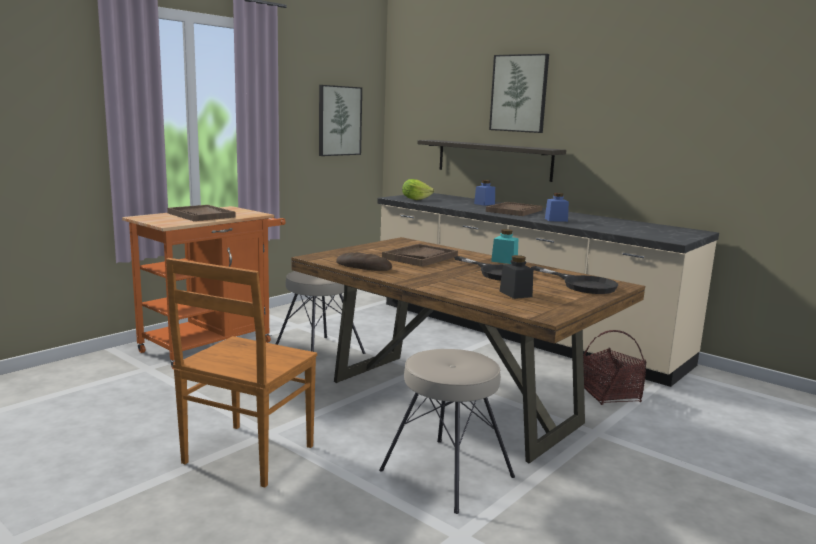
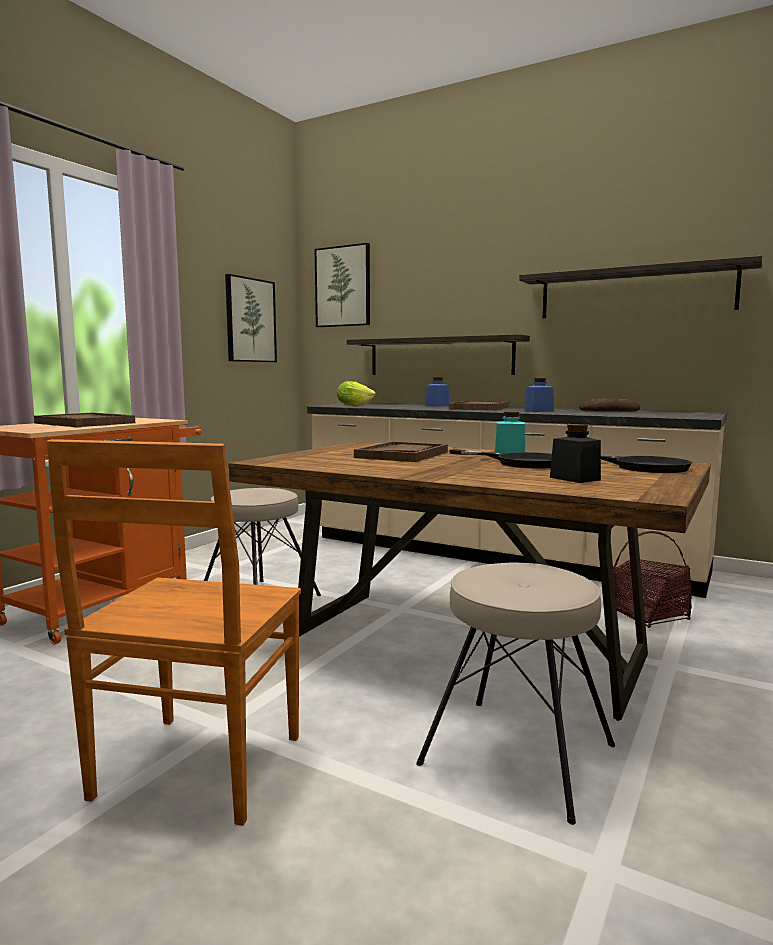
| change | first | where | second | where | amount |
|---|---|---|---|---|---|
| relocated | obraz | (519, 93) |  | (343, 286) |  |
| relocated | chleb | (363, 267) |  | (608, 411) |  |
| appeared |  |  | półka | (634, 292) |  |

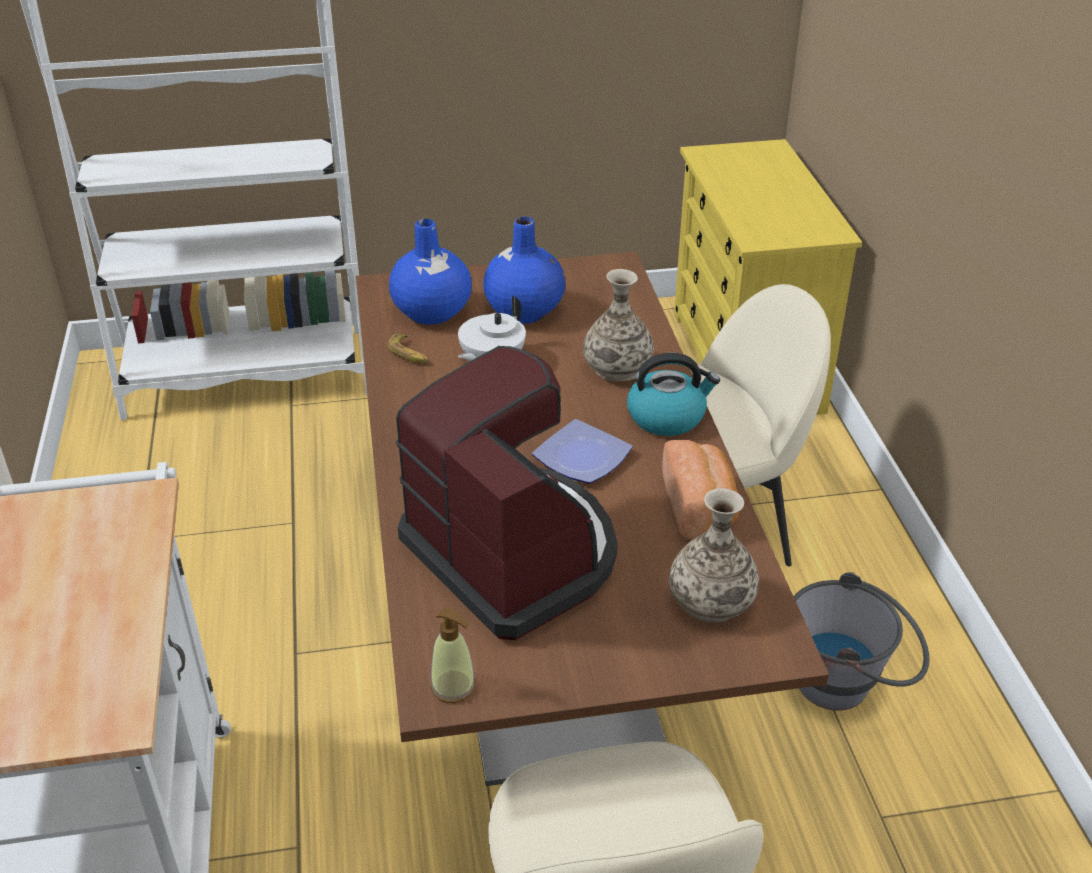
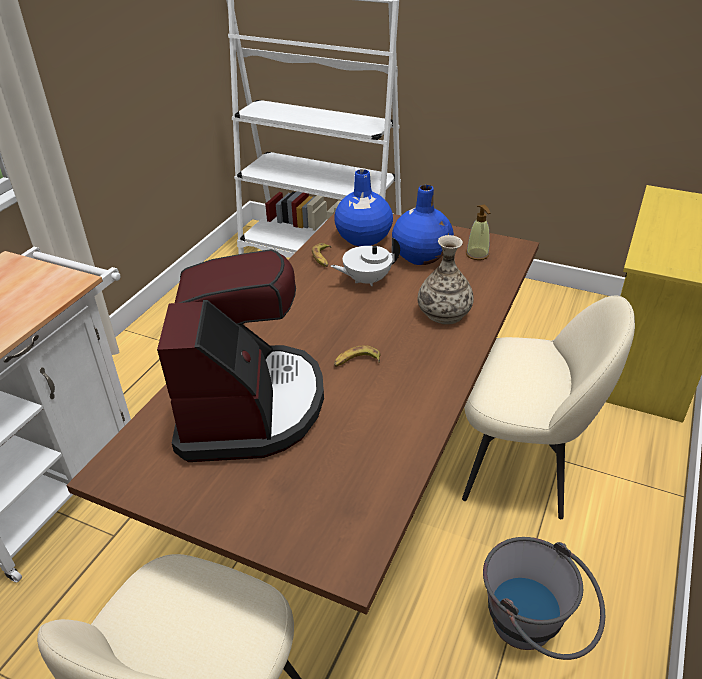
| change | first | where | second | where | amount |
|---|---|---|---|---|---|
| missing | czajnik | (667, 416) |  |  |  |
| exchanged | talerz | (580, 457) | banan | (356, 362) |  |
| missing | chleb | (700, 507) |  |  |  |
| missing | wazon | (711, 601) |  |  |  |
| relocated | dozownik mydła | (453, 687) |  | (477, 254) |  |

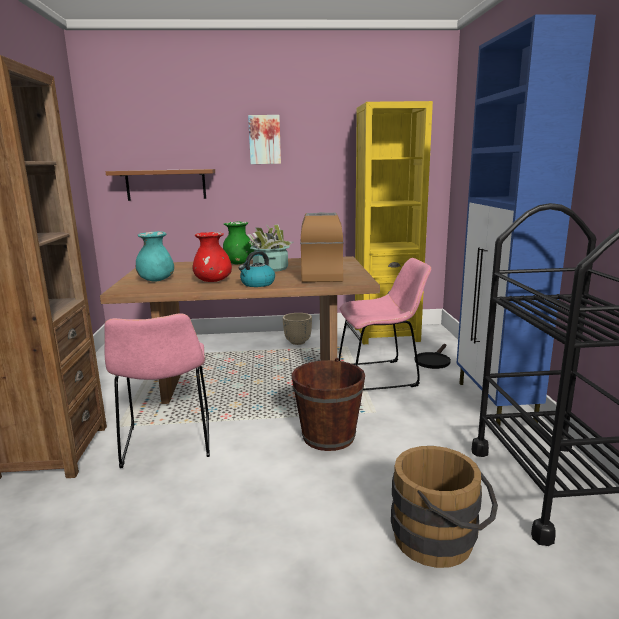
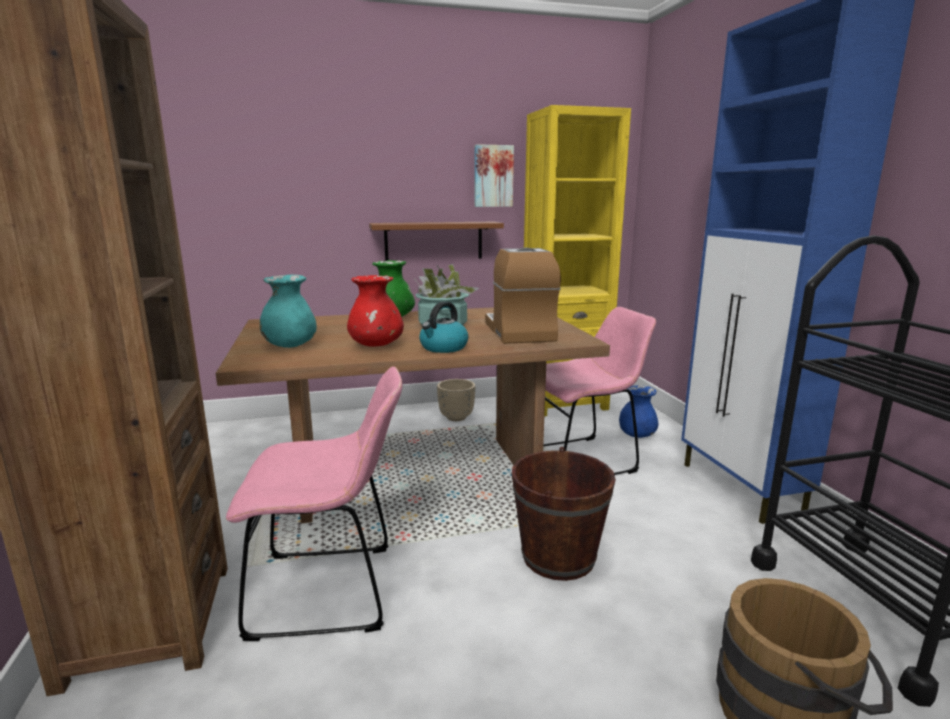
| change | first | where | second | where | amount |
|---|---|---|---|---|---|
| relocated | obraz | (264, 140) |  | (493, 176) |  |
| relocated | półka (brązowy) | (166, 184) |  | (433, 241) |  |
| spun | krzesło (różowy) | (168, 444) |  | (332, 590) | 75 degrees counterclockwise |
| exchanged | patelnia (czarny) | (433, 361) | wazon (niebieski) | (637, 435) |  |

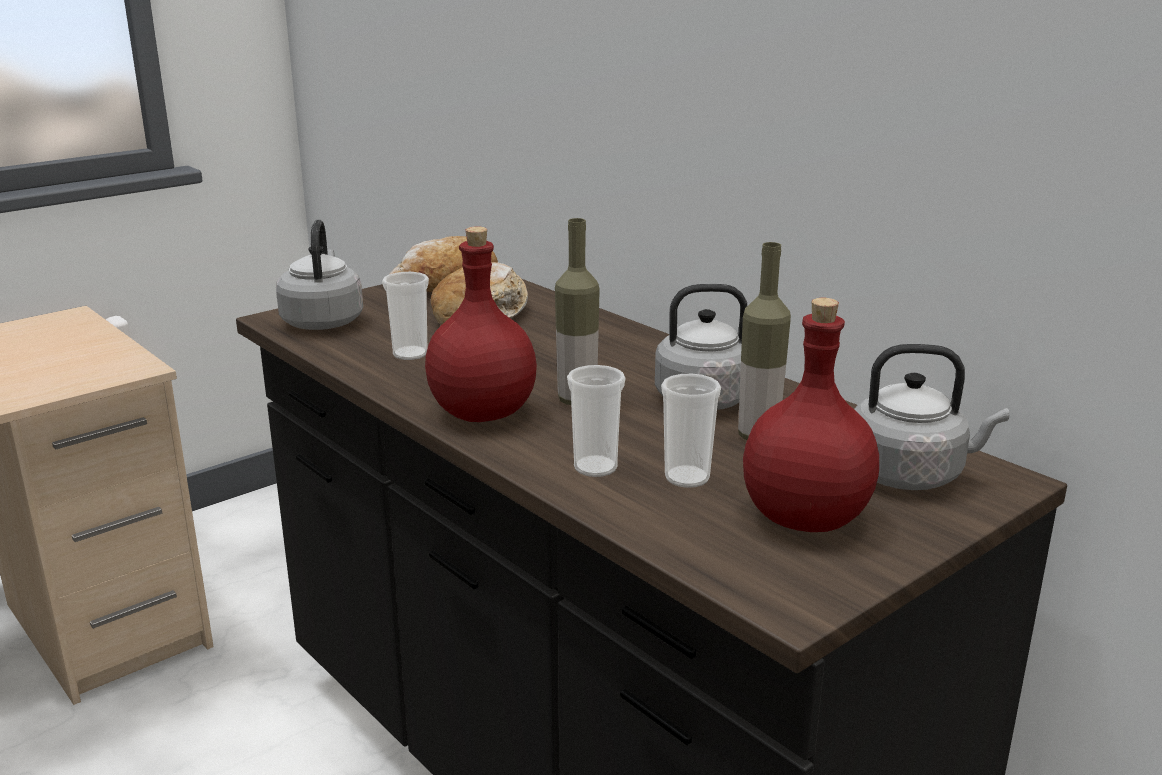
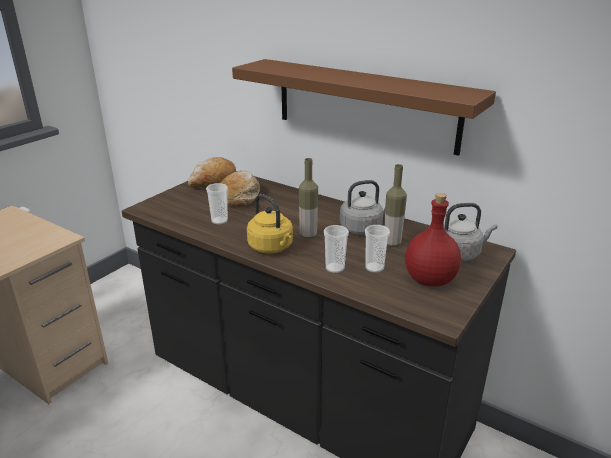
| change | first | where | second | where | amount |
|---|---|---|---|---|---|
| missing | czajnik (szary) | (323, 321) |  |  |  |
| exchanged | butelka (czerwony) | (484, 413) | czajnik (żółty) | (272, 247) |  |
| appeared |  |  | półka (brązowy) | (365, 104) |  |

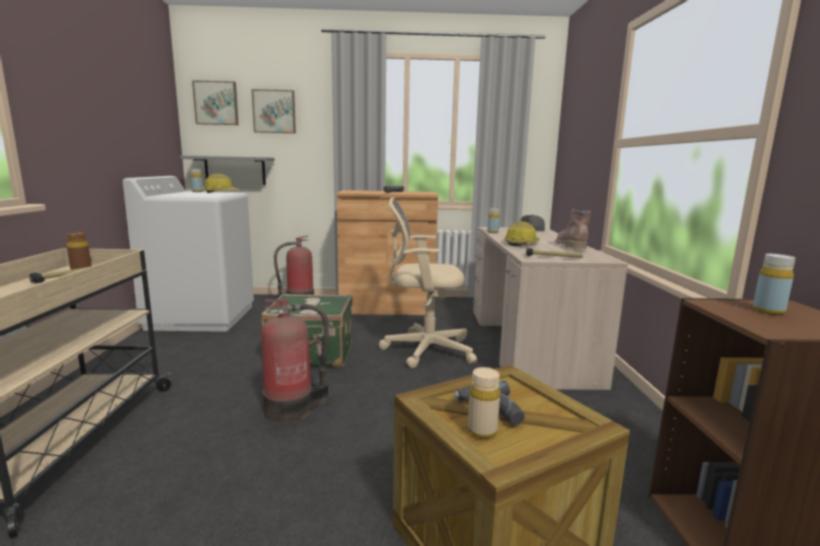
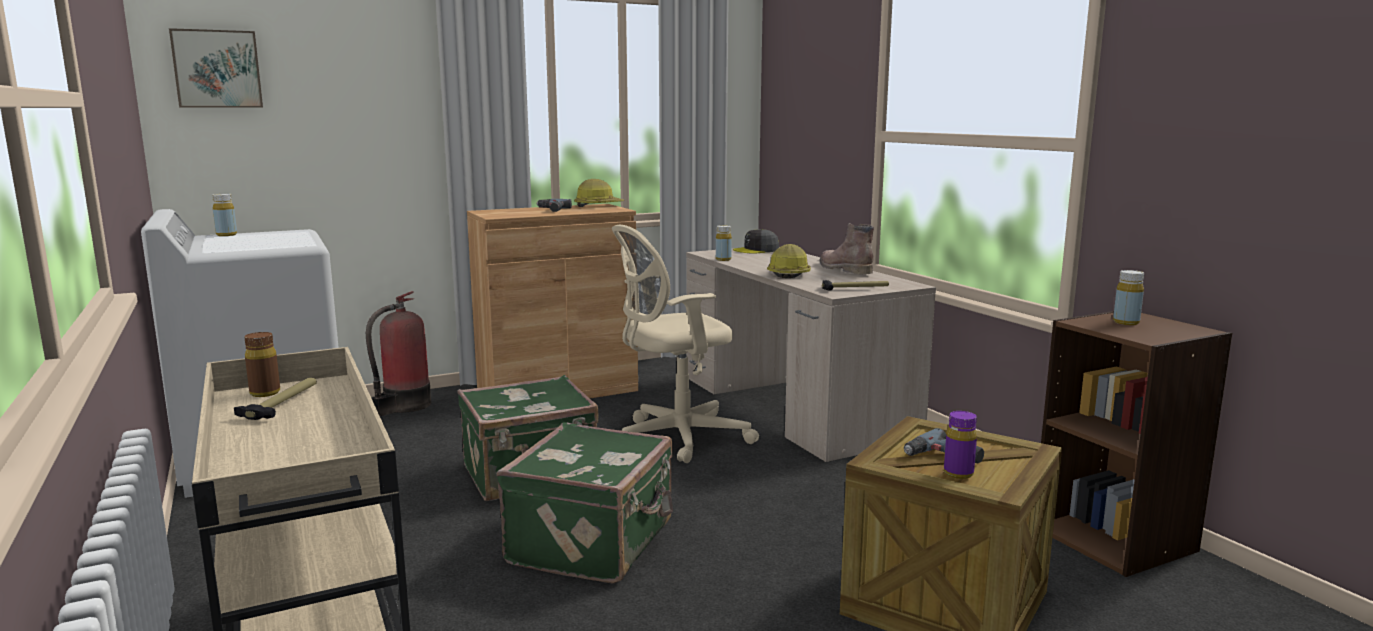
| change | first | where | second | where | amount |
|---|---|---|---|---|---|
| missing | obraz | (274, 111) |  |  |  |
| missing | półka (szary) | (235, 170) |  |  |  |
| relocated | kask | (222, 193) |  | (598, 205) |  |
| exchanged | gaśnica | (293, 409) | walizka (zielony) | (594, 543) |  |
| colour | butelka (beżowy) | (482, 431) | butelka (fioletowy) | (958, 473) |  |

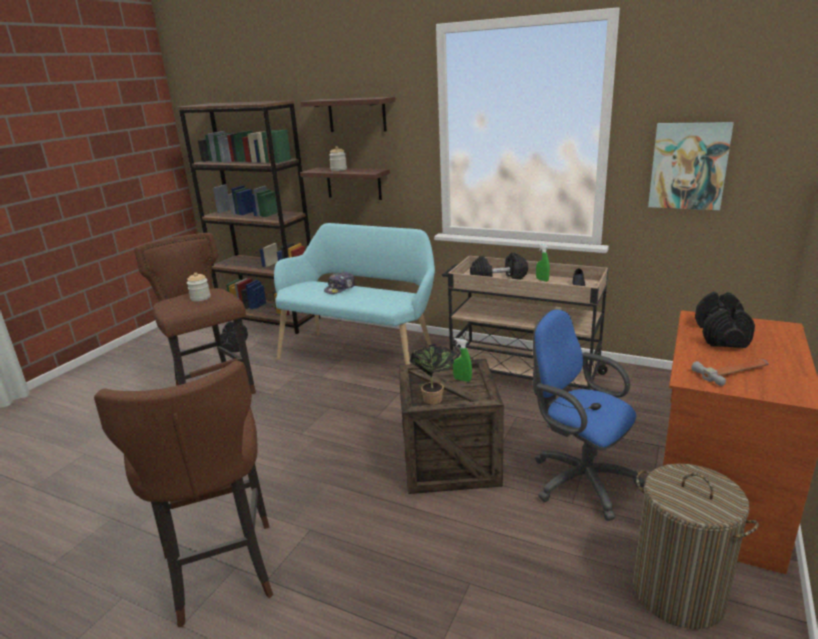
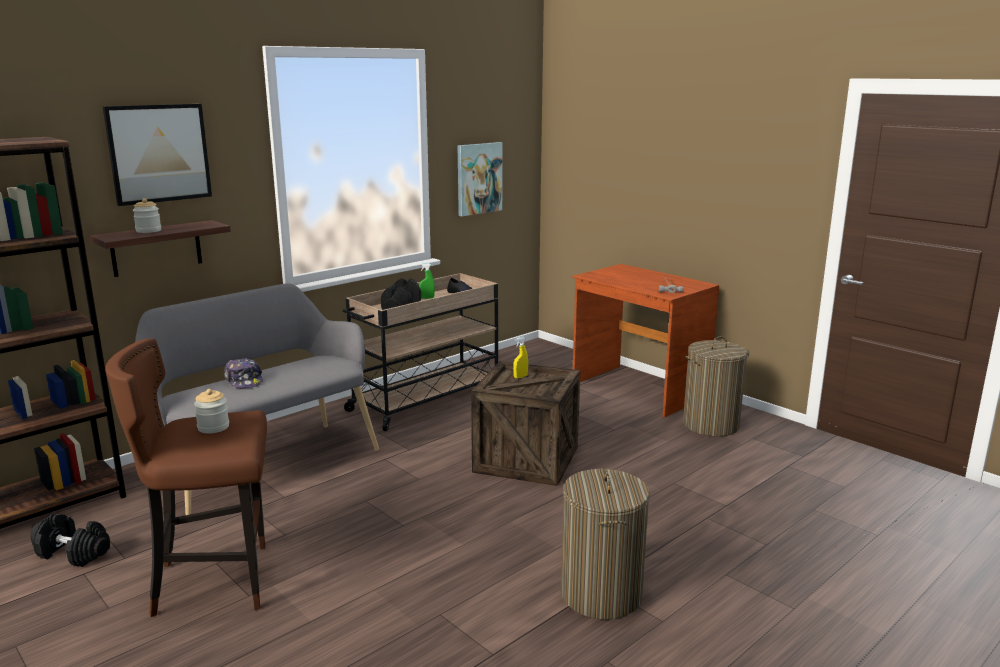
| change | first | where | second | where | amount |
|---|---|---|---|---|---|
| exchanged | półka | (357, 115) | obraz | (159, 153) |  |
| colour | ławka (turkusowy) | (361, 354) | ławka (szary) | (264, 463) |  |
| missing | hantel (czarny) | (720, 335) |  |  |  |
| missing | krzesło biurowe (niebieski) | (578, 480) |  |  |  |
| colour | spryskiwacz (zielony) | (462, 379) | spryskiwacz (żółty) | (520, 377) |  |
| missing | roślina doniczkowa | (434, 398) |  |  |  |
| exchanged | stołek (brązowy) | (221, 570) | kosz na pranie | (601, 594) |  |

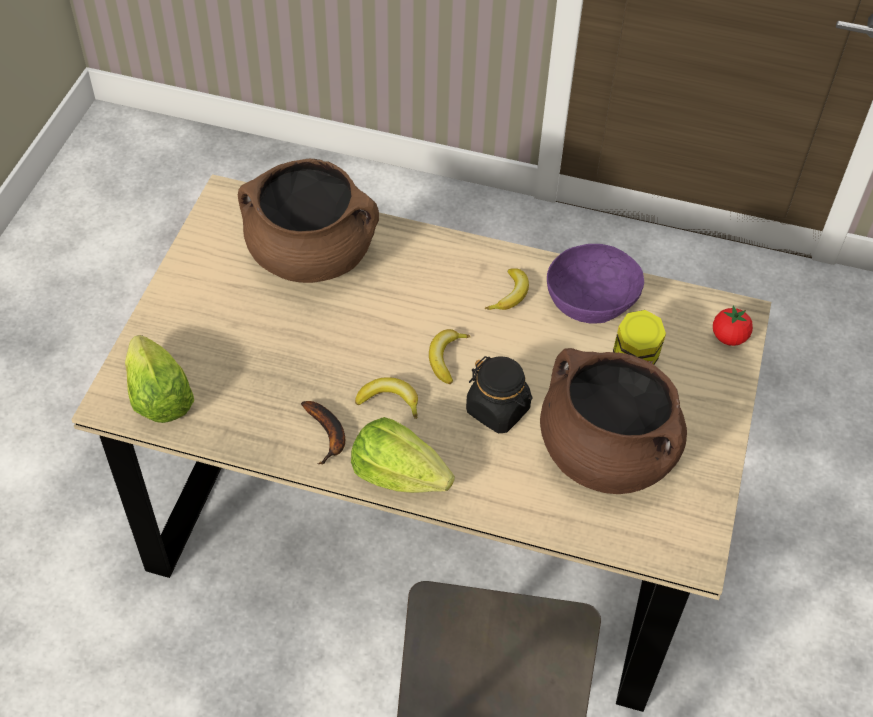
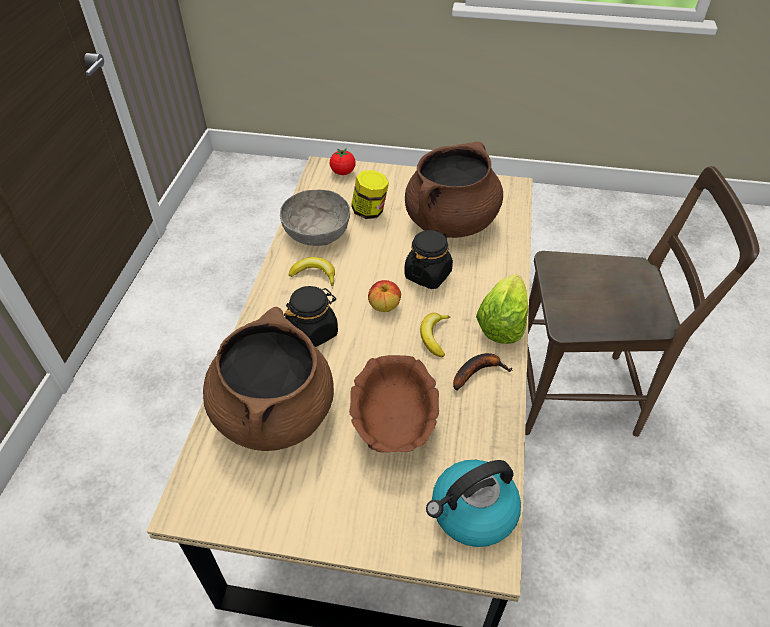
| change | first | where | second | where | amount |
|---|---|---|---|---|---|
| colour | miska (fioletowy) | (591, 301) | miska (szary) | (316, 232) |  |
| exchanged | banan | (446, 358) | jabłko | (384, 306) |  |
| exchanged | sałata | (159, 397) | czajnik | (472, 512) |  |
| appeared |  |  | słoik (czarny) | (312, 332) |  |
| appeared |  |  | miska (brązowy) | (394, 424) |  |

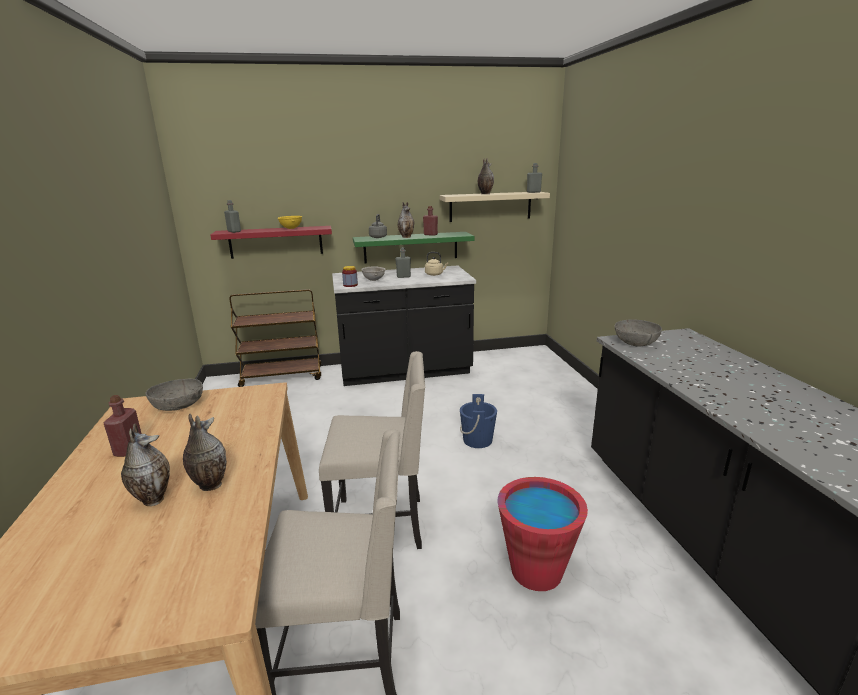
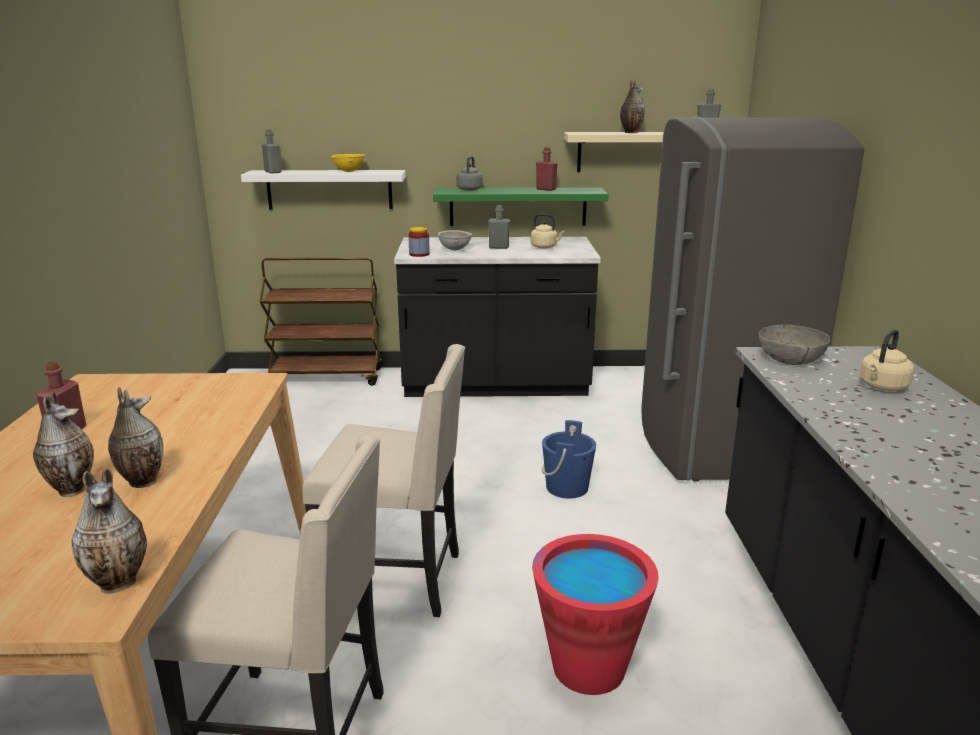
| change | first | where | second | where | amount |
|---|---|---|---|---|---|
| relocated | wazon | (406, 237) |  | (120, 582) |  |
| colour | półka (czerwony) | (276, 242) | półka (biały) | (329, 189) |  |
| missing | miska (szary) | (178, 405) |  |  |  |
| appeared |  |  | lodówka (szary) | (713, 444) |  |
| appeared |  |  | czajnik (beżowy) | (882, 387) |  |

